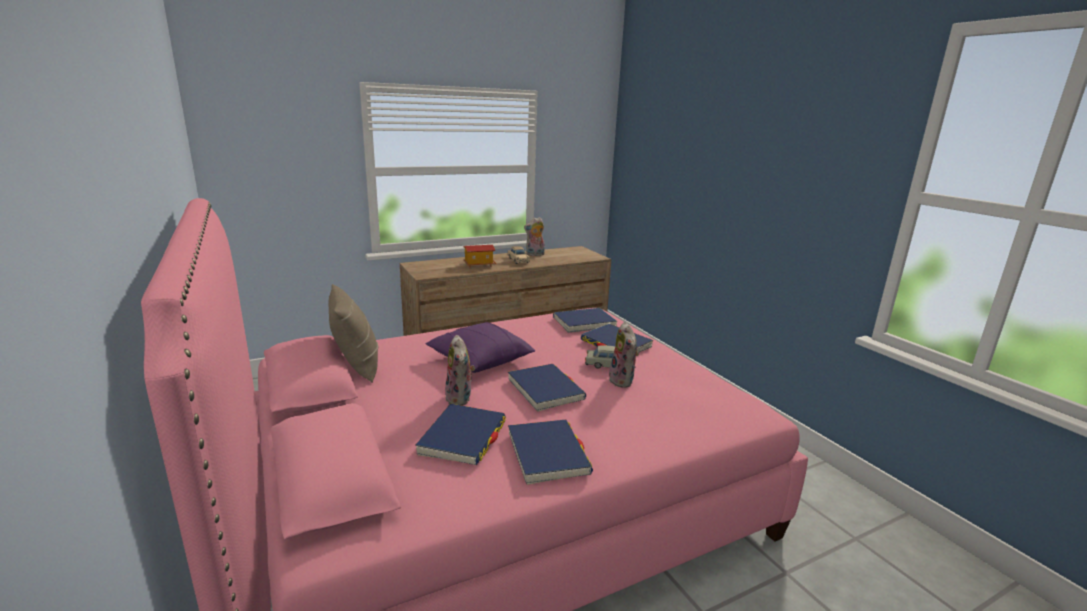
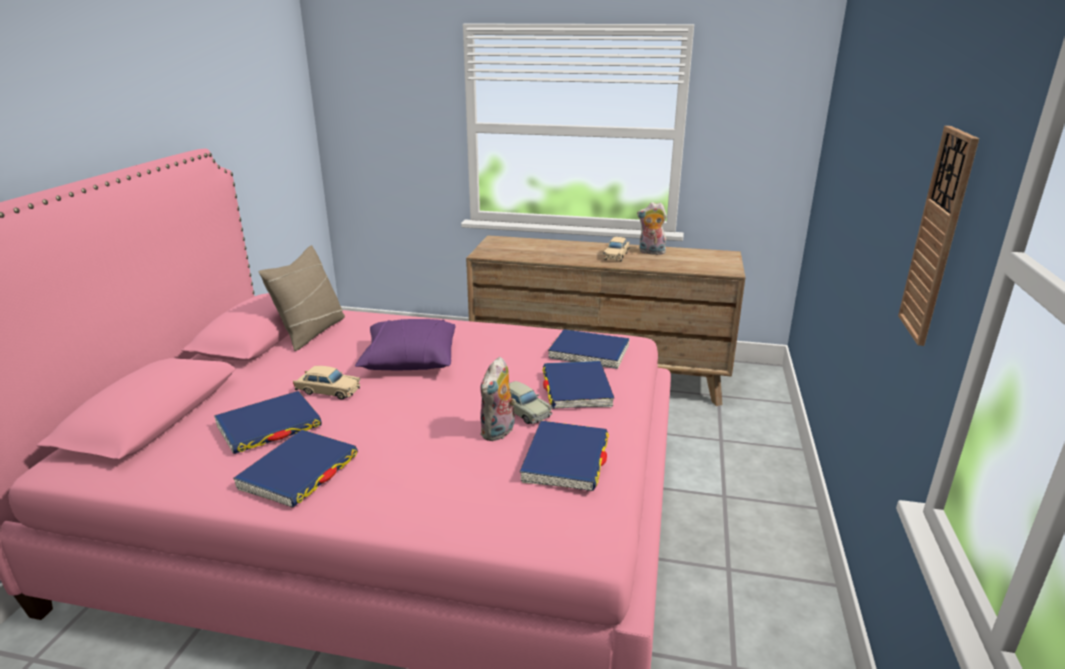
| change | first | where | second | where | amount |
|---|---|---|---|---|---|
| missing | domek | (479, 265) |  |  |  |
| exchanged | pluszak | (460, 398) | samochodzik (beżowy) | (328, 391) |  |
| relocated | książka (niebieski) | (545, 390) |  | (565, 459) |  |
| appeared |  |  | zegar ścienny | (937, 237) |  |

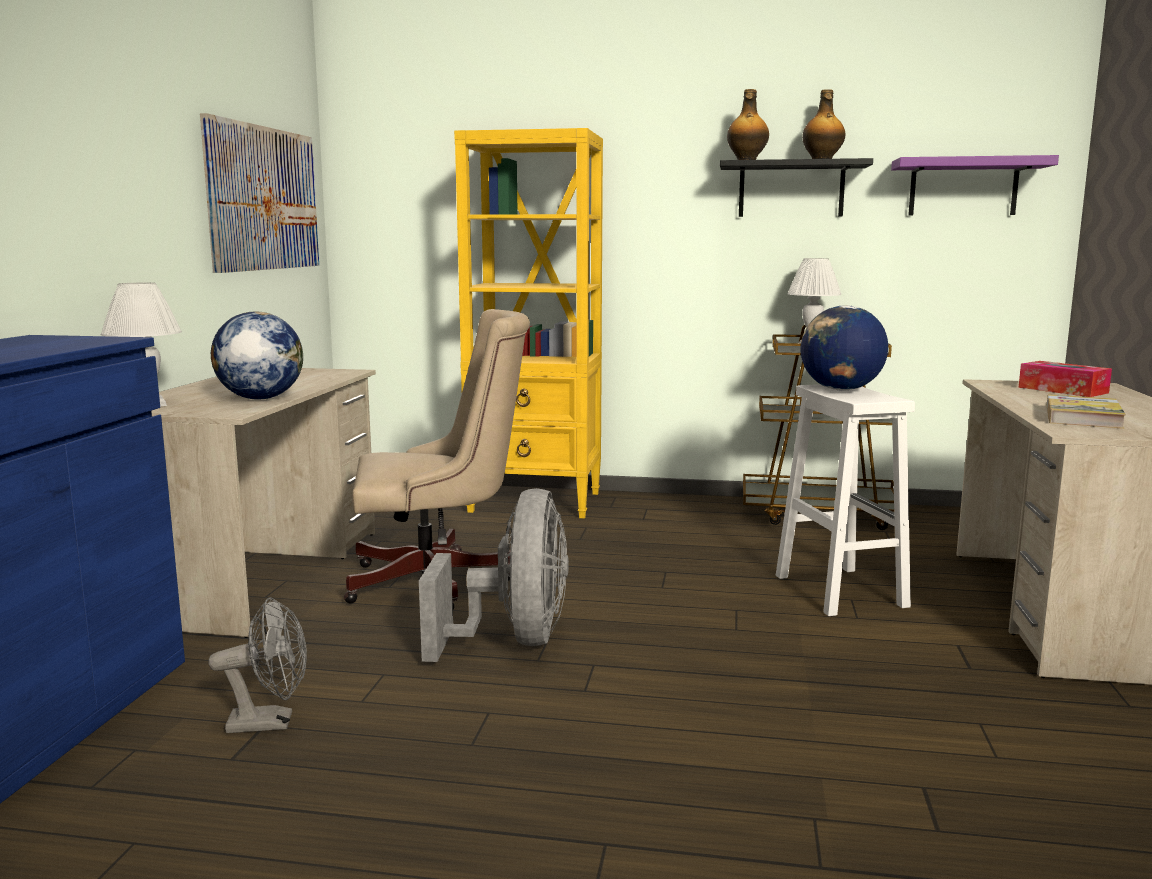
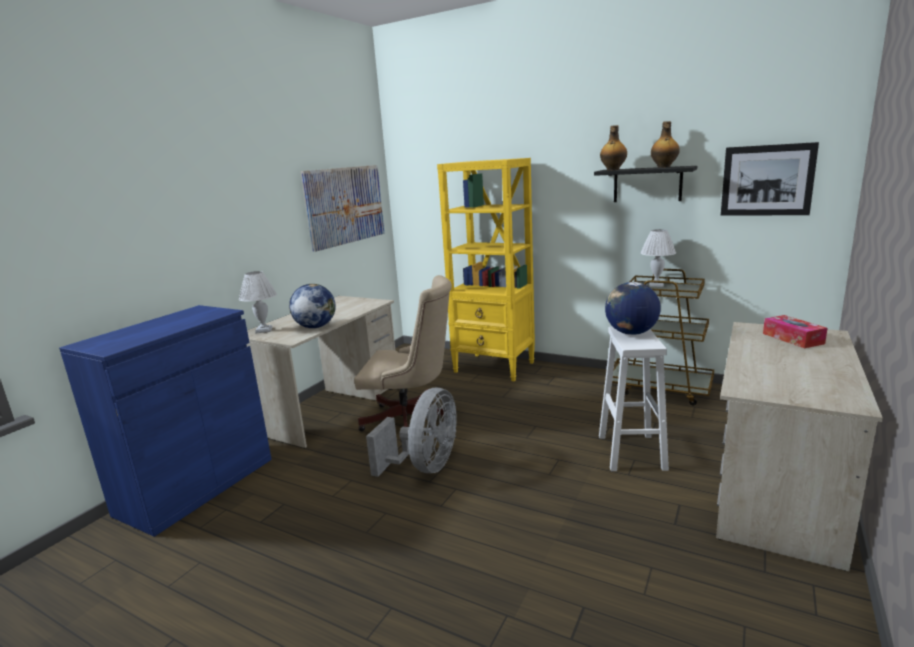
| change | first | where | second | where | amount |
|---|---|---|---|---|---|
| exchanged | półka (fioletowy) | (963, 187) | obraz | (767, 180) |  |
| missing | książka | (1082, 417) |  |  |  |
| missing | wentylator (szary) | (271, 722) |  |  |  |

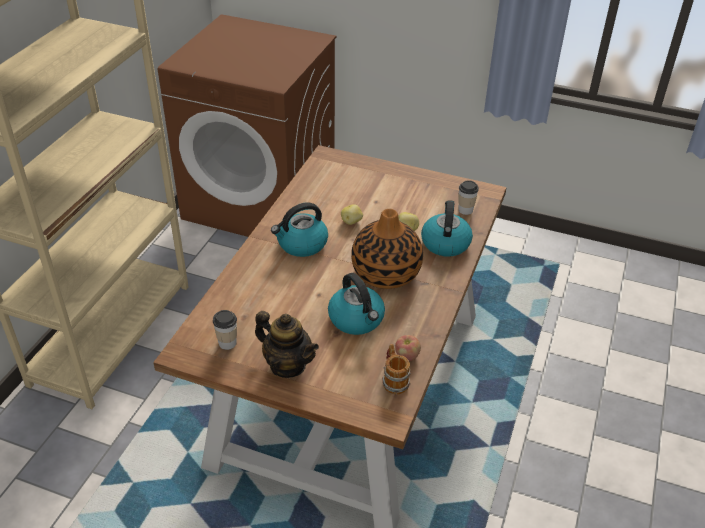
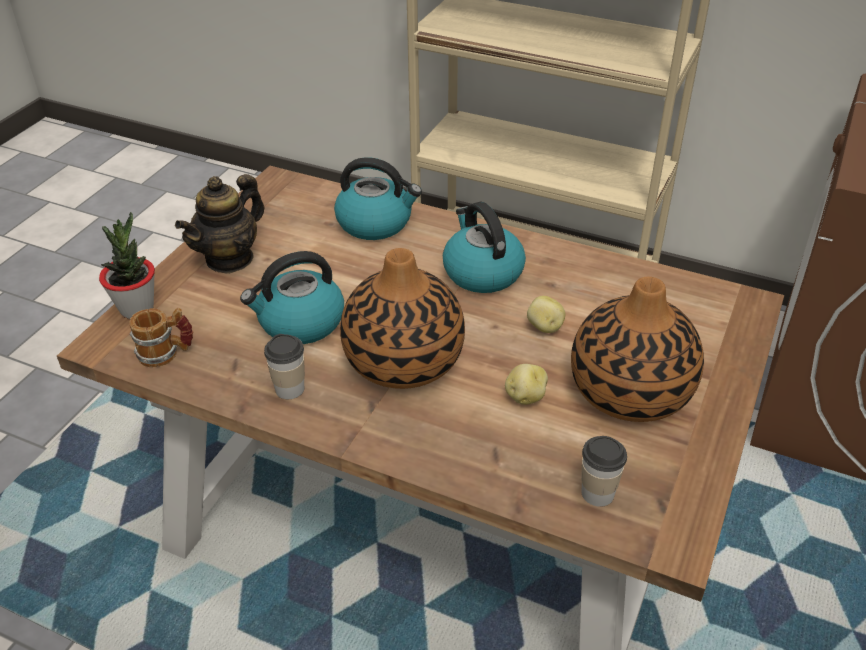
| change | first | where | second | where | amount |
|---|---|---|---|---|---|
| relocated | czajnik | (445, 243) |  | (376, 223) |  |
| relocated | filiżanka | (227, 343) |  | (290, 389) |  |
| missing | jabłko | (407, 356) |  |  |  |
| appeared |  |  | roślina doniczkowa | (137, 308) |  |
| appeared |  |  | wazon | (631, 391) |  |

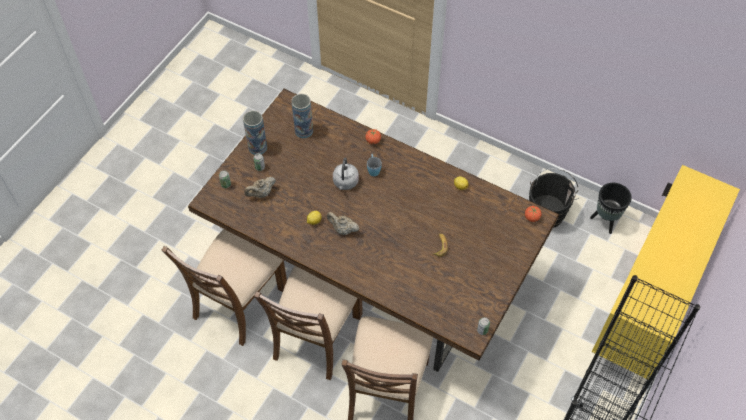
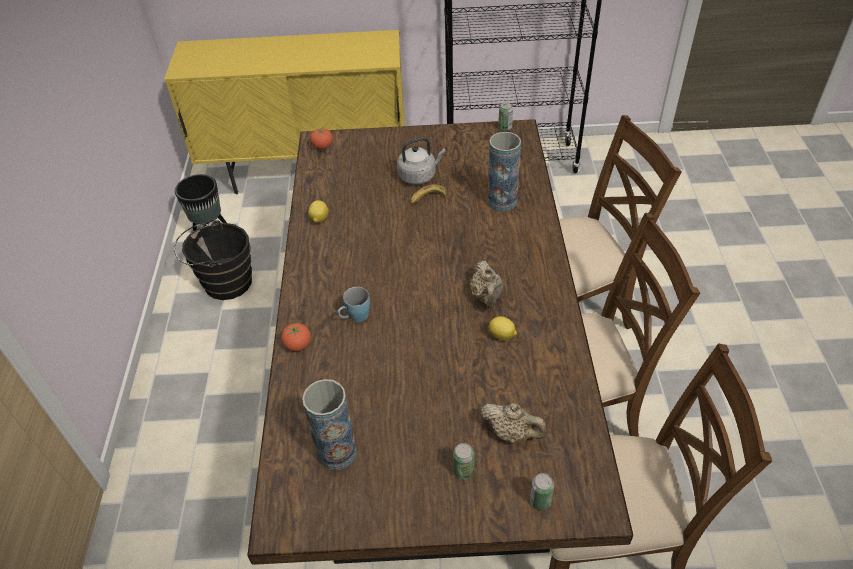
| change | first | where | second | where | amount |
|---|---|---|---|---|---|
| relocated | wazon | (257, 147) |  | (502, 201) |  |
| relocated | czajnik (szary) | (345, 183) |  | (419, 176) |  |

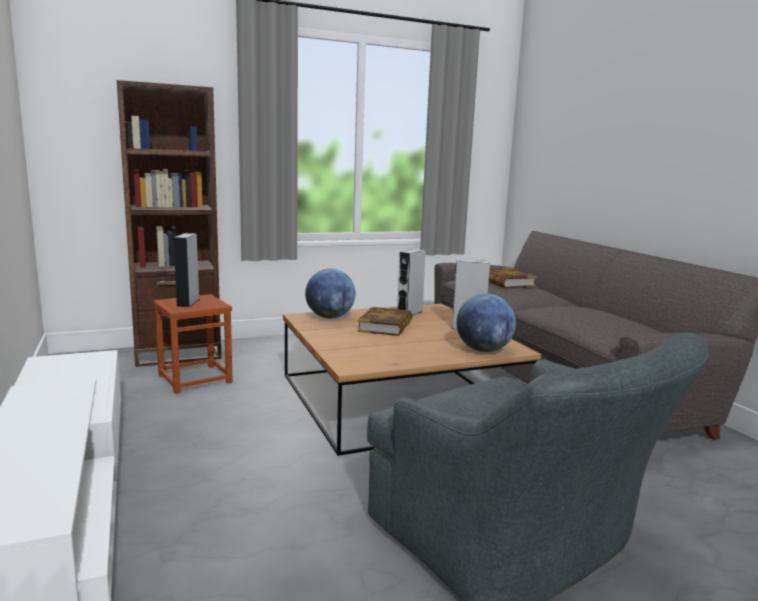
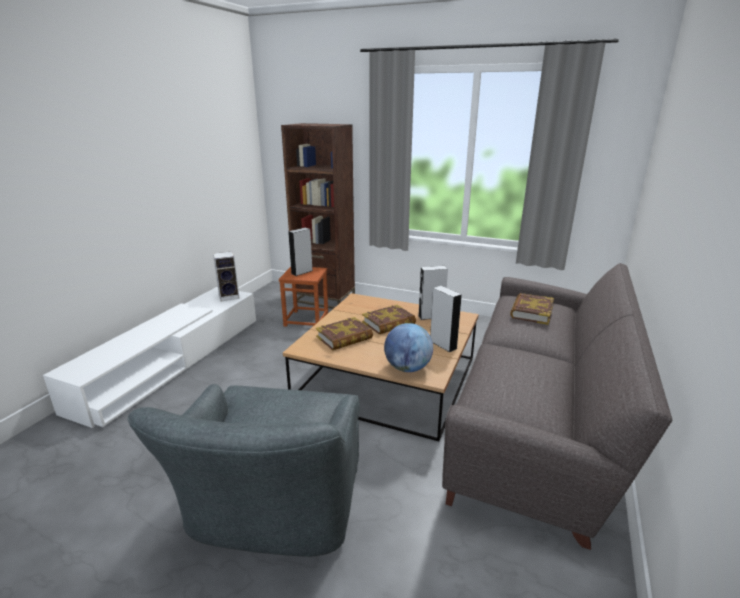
| change | first | where | second | where | amount |
|---|---|---|---|---|---|
| missing | globus | (329, 317) |  |  |  |
| appeared |  |  | głośnik | (230, 296) |  |
| appeared |  |  | książka | (344, 337) |  |

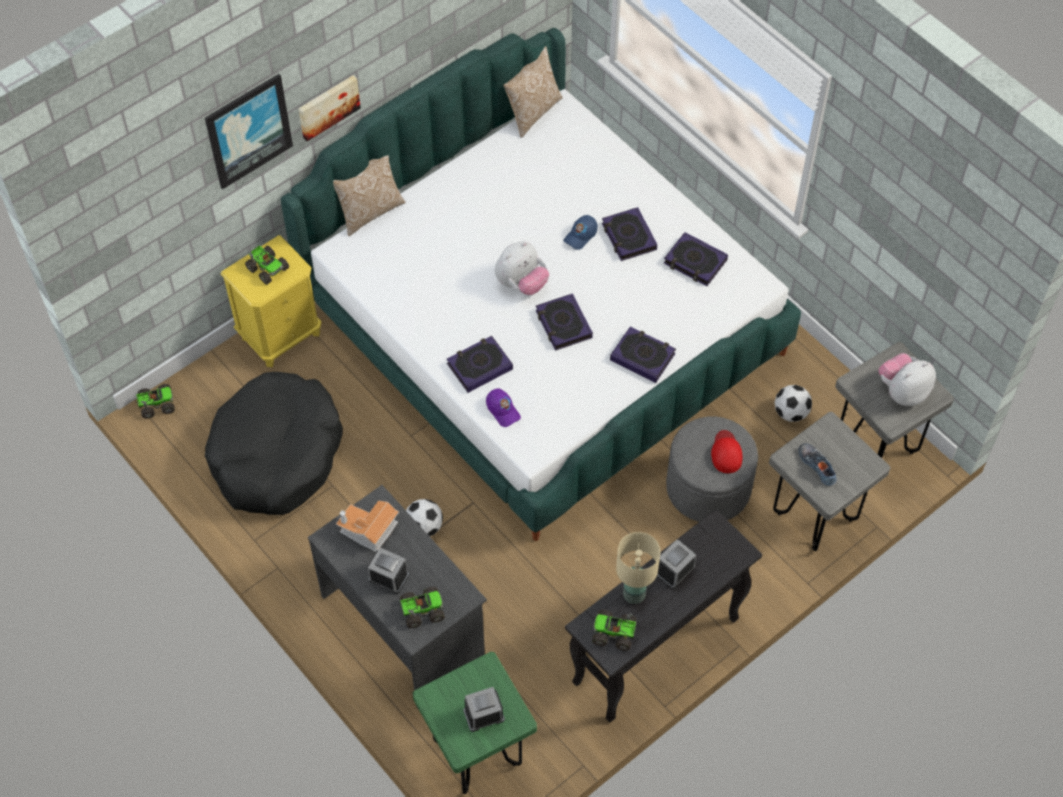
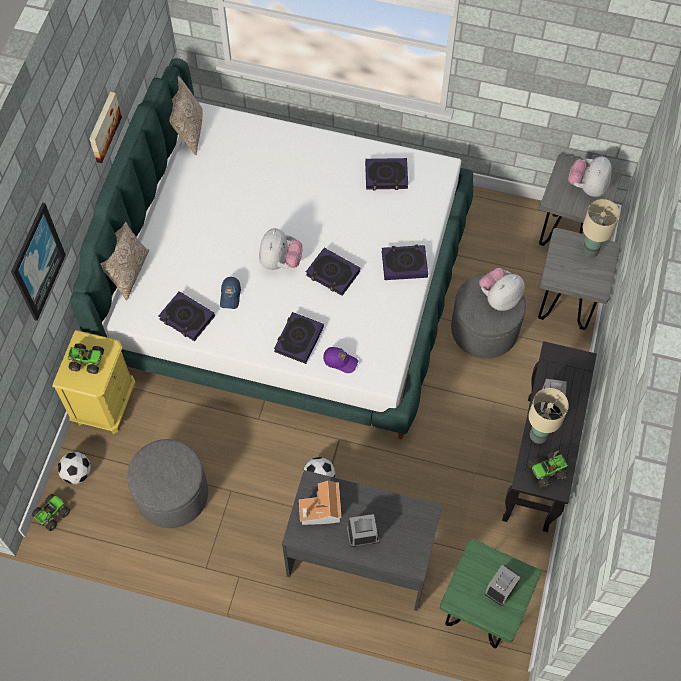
| change | first | where | second | where | amount |
|---|---|---|---|---|---|
| relocated | obraz | (328, 106) |  | (103, 127) |  |
| relocated | książka | (628, 237) |  | (187, 318) |  |
| relocated | czapka z daszkiem (niebieski) | (580, 236) |  | (230, 295) |  |
| exchanged | legowisko (czarny) | (276, 454) | pufa (szary) | (172, 494) |  |
| relocated | piłka futbolowa | (791, 413) |  | (77, 473) |  |
| exchanged | czapka z daszkiem (czerwony) | (726, 453) | pluszak | (499, 298) |  |
| missing | but | (818, 466) |  |  |  |
| missing | ciężarówka zabawkowa | (421, 610) |  |  |  |
| appeared |  |  | lampa stołowa (beżowy) | (589, 251) |  |

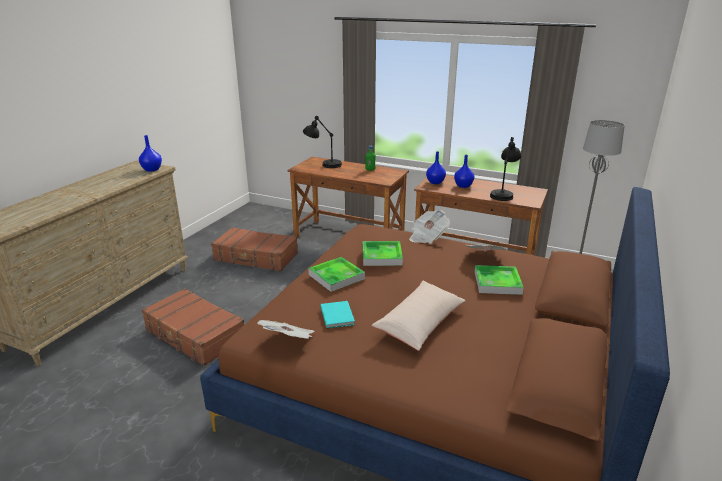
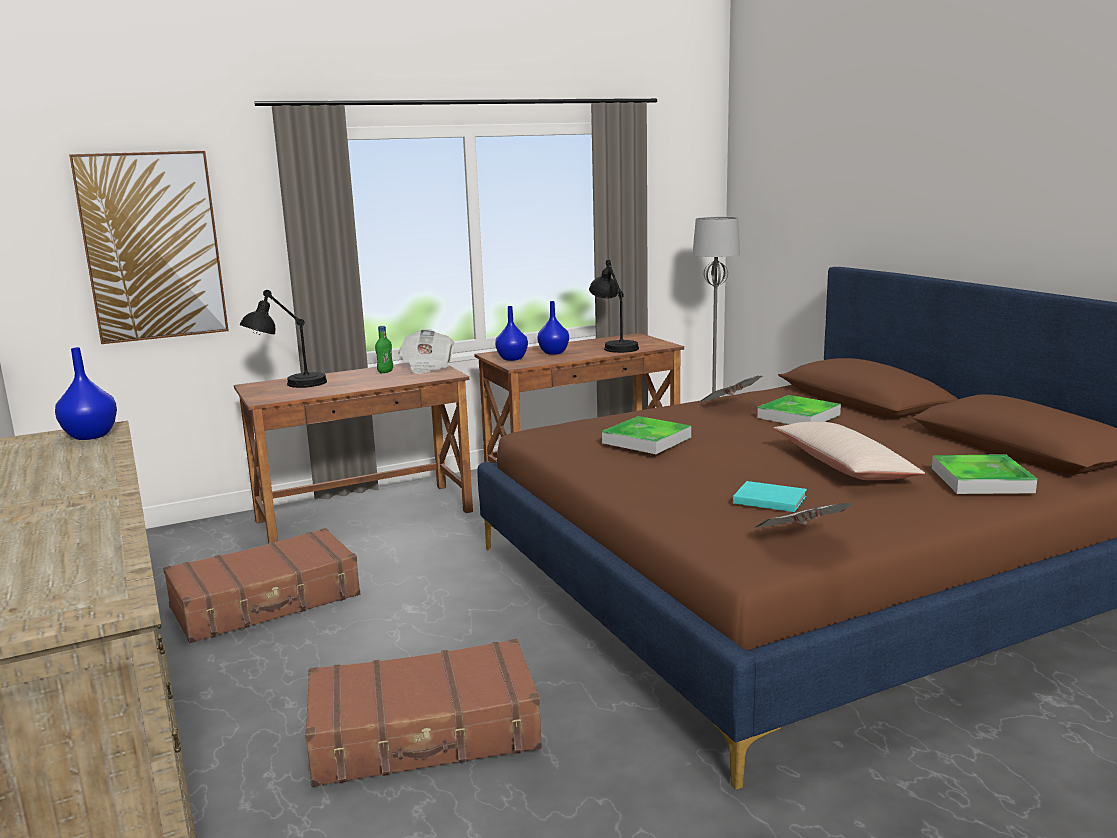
| change | first | where | second | where | amount |
|---|---|---|---|---|---|
| relocated | gazeta | (427, 237) |  | (427, 367) |  |
| relocated | taca | (336, 277) |  | (981, 480) |  |
| appeared |  |  | obraz | (152, 246) |  |

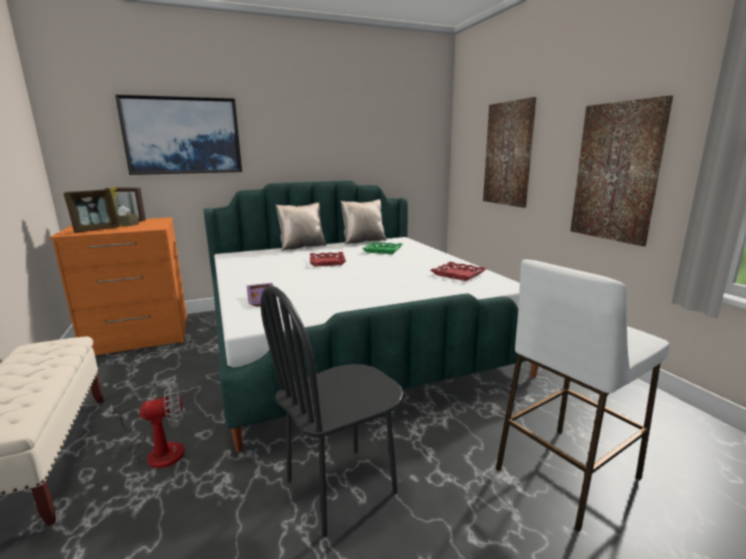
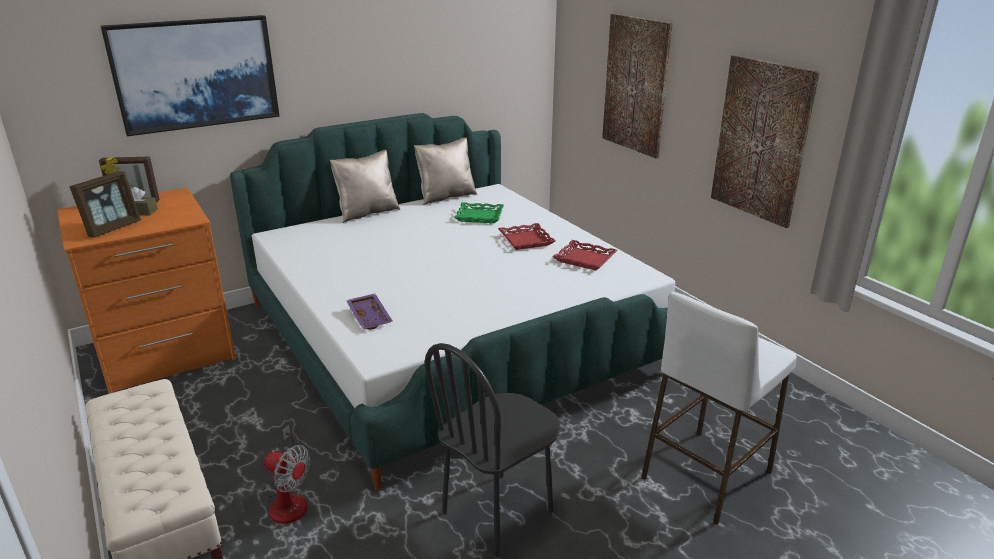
| change | first | where | second | where | amount |
|---|---|---|---|---|---|
| relocated | taca (czerwony) | (327, 262) |  | (525, 240) |  |
| spun | wentylator | (158, 451) |  | (289, 499) | 60 degrees clockwise |

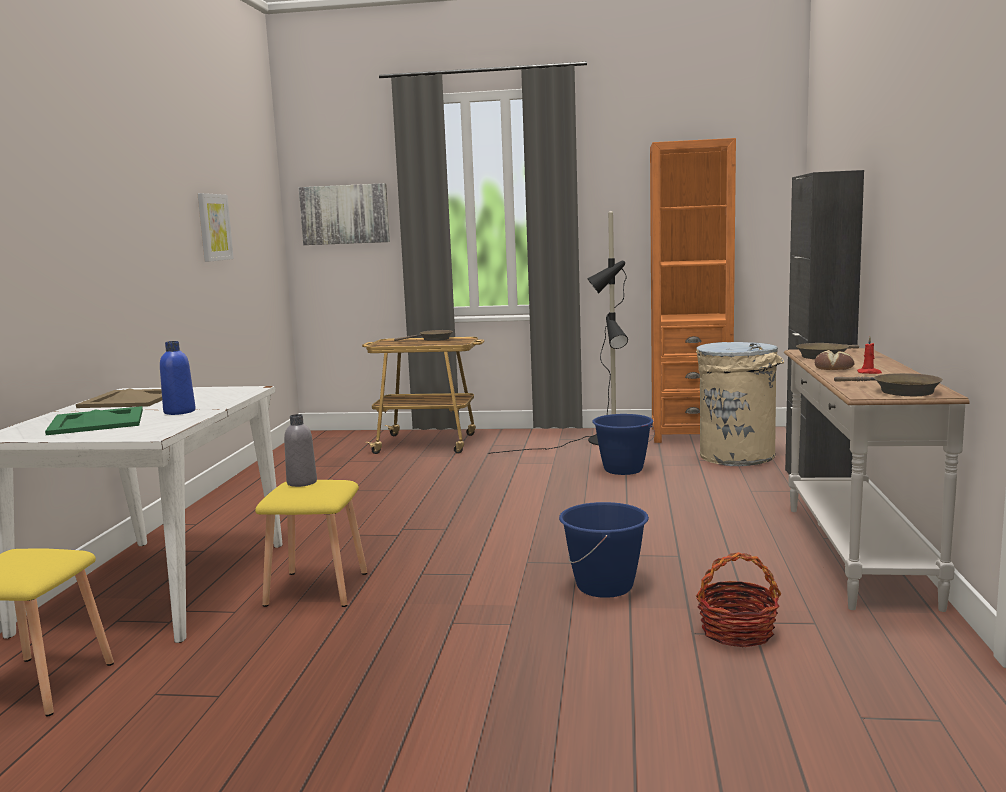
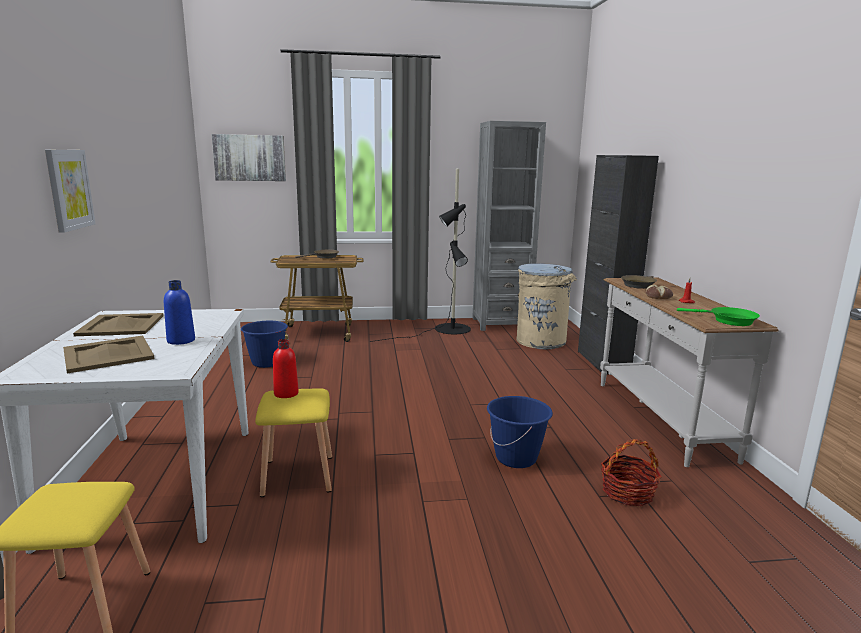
| change | first | where | second | where | amount |
|---|---|---|---|---|---|
| colour | regał (pomarańczowy) | (690, 434) | regał (szary) | (501, 323) |  |
| relocated | obraz | (214, 227) |  | (69, 189) |  |
| colour | patelnia (brązowy) | (900, 391) | patelnia (zielony) | (728, 320) |  |
| colour | taca (zielony) | (97, 422) | taca (beżowy) | (109, 354) |  |
| colour | butelka (szary) | (302, 482) | butelka (czerwony) | (286, 393) |  |
| relocated | wiadro (niebieski) | (623, 470) |  | (266, 362) |  |

